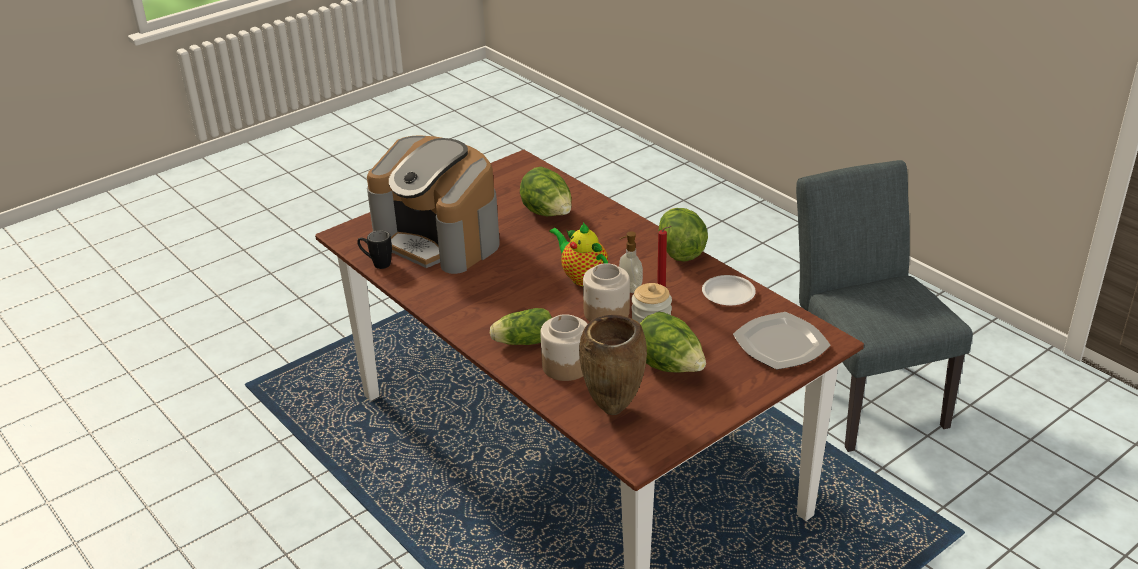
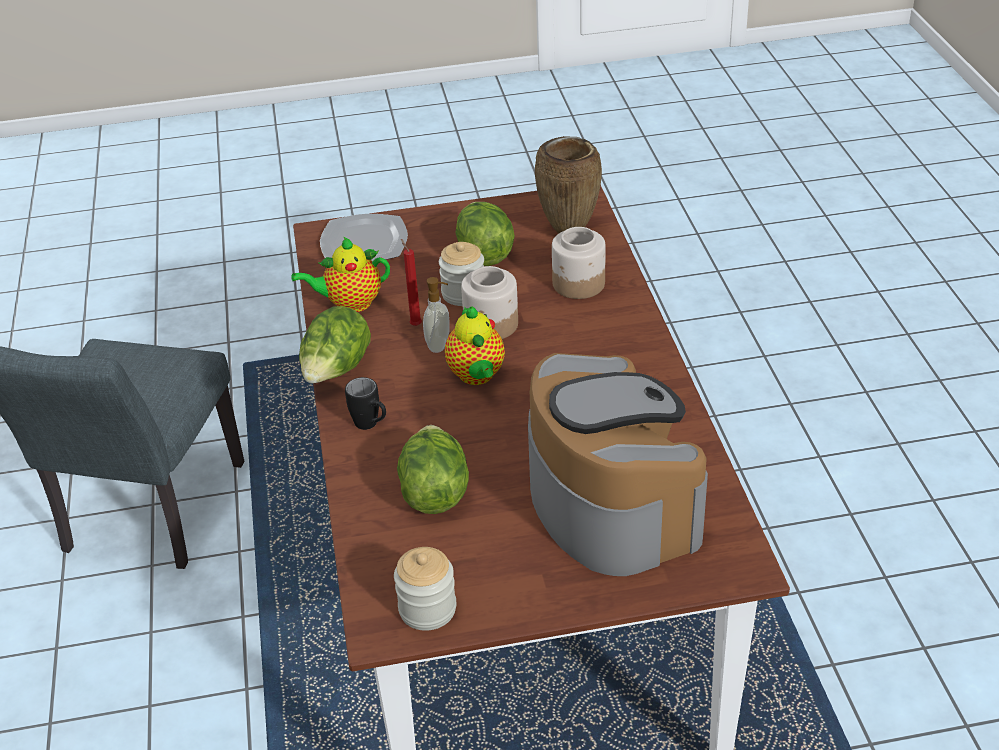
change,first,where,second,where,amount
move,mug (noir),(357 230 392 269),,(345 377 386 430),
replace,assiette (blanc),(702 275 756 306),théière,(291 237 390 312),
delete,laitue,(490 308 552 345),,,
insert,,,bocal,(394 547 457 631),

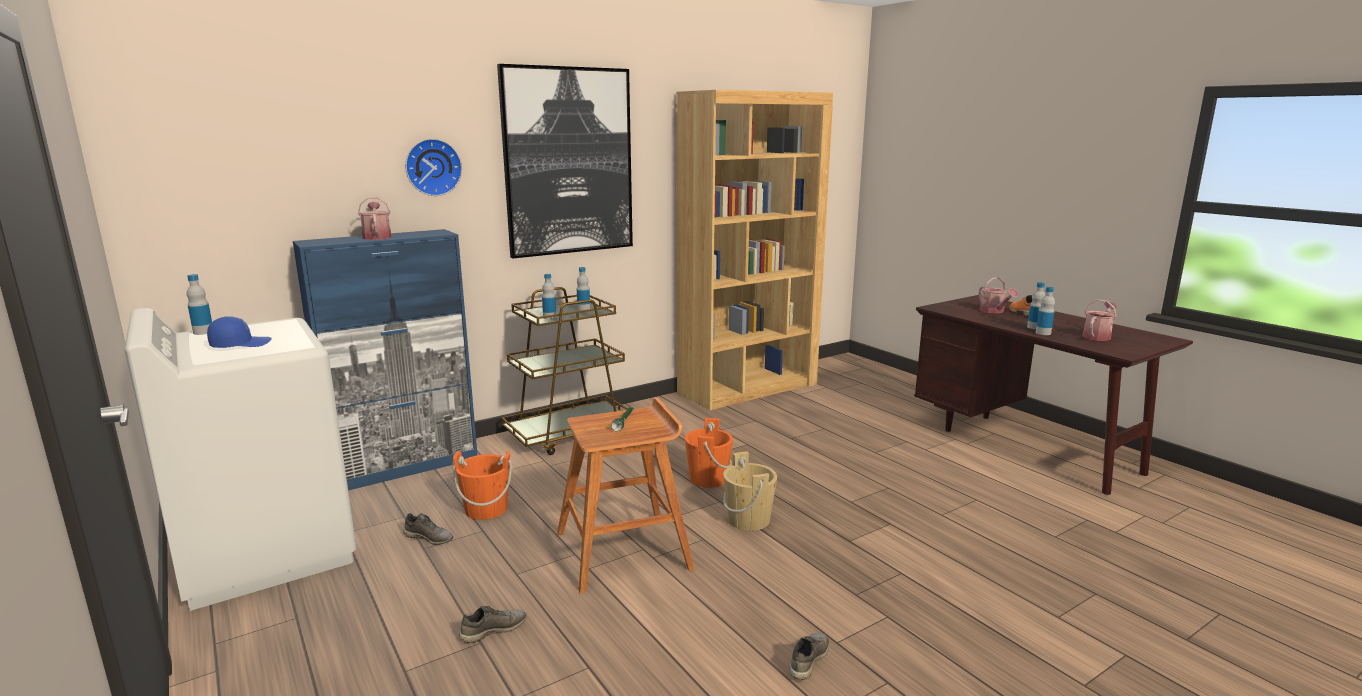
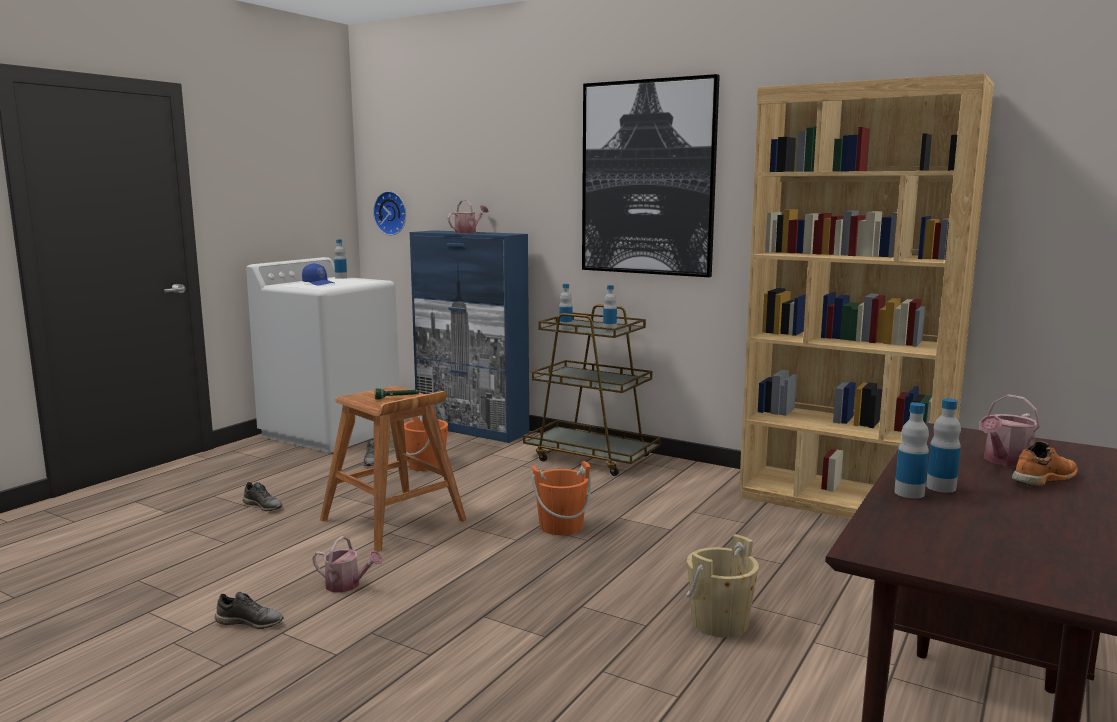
change,first,where,second,where,amount
move,horloge murale,(405 138 462 196),,(373 191 406 235),
move,arrosoir,(1082 299 1117 341),,(312 536 383 593),
move,seau (beige),(723 452 777 531),,(686 534 759 638),

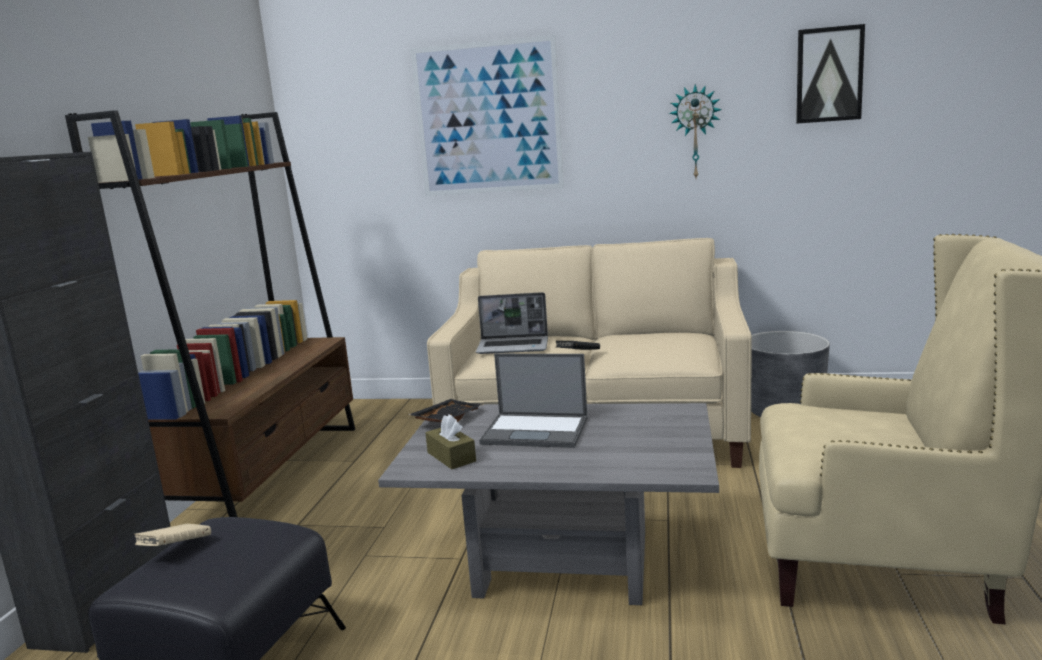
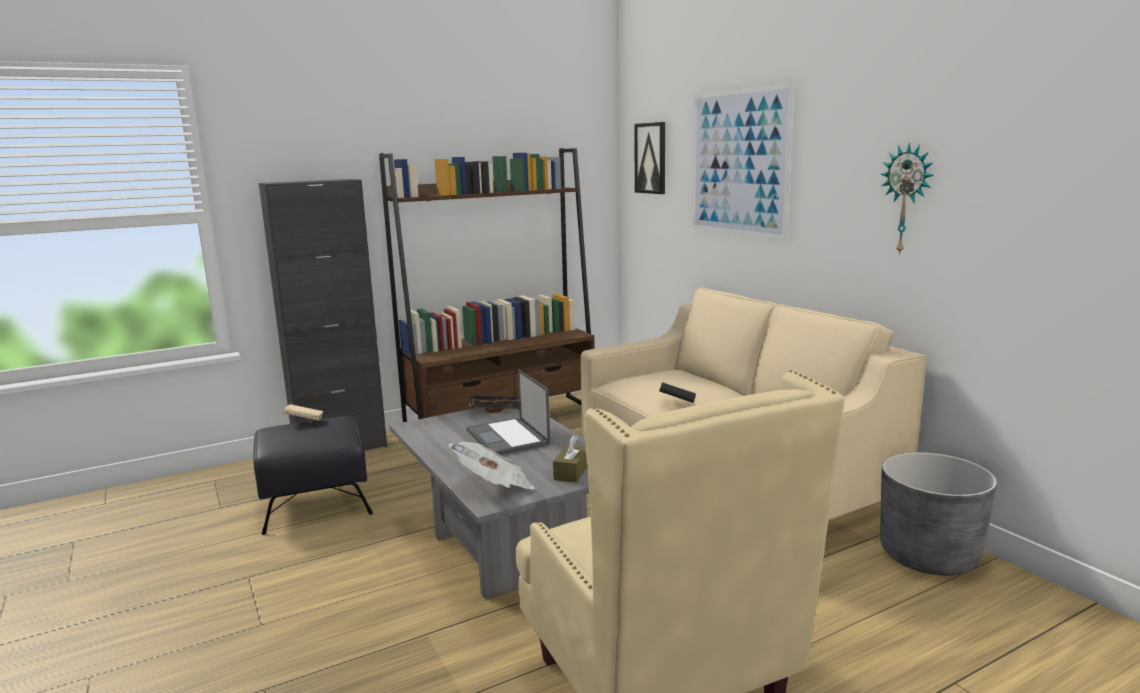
change,first,where,second,where,amount
move,tableau,(796 24 865 123),,(634 122 665 194),
delete,ordinateur portable,(476 292 548 354),,,
move,boîte à mouchoirs (marron),(425 414 476 469),,(553 435 587 483),
insert,,,journal,(448 442 535 489),

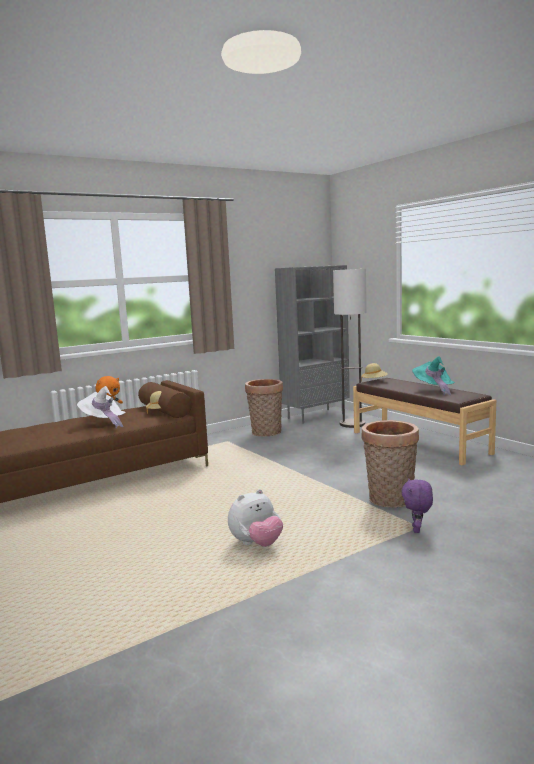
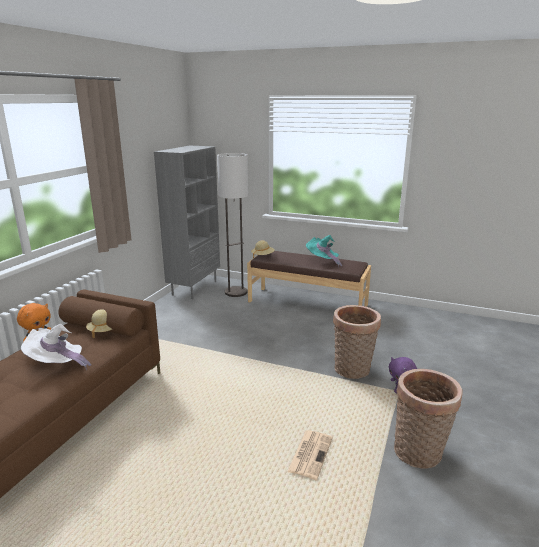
change,first,where,second,where,amount
move,panier,(245 379 283 436),,(394 369 463 469),
replace,peluche,(228 489 283 547),journal,(288 430 333 480),

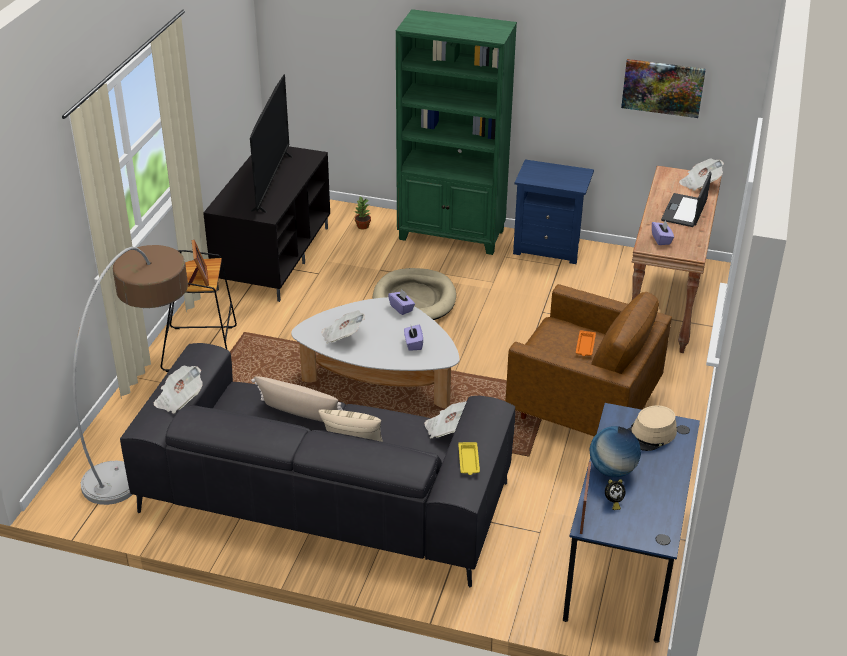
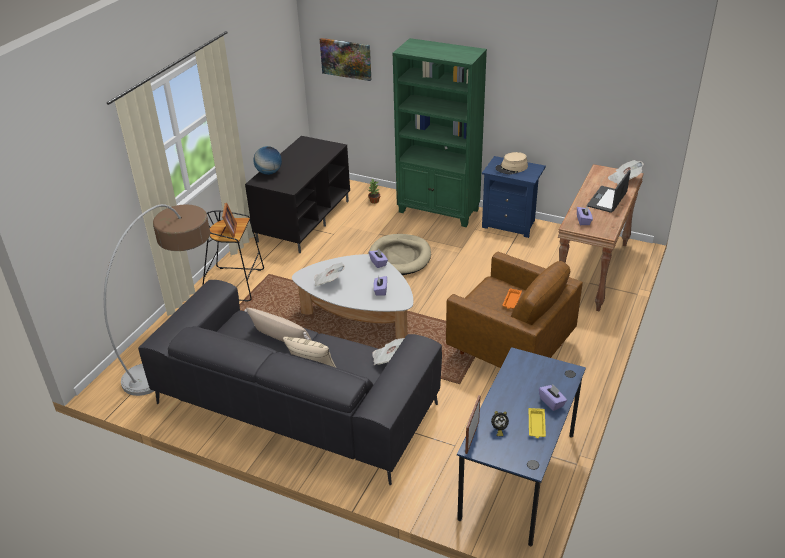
change,first,where,second,where,amount
move,tableau,(621 59 706 118),,(320 38 371 81),
delete,téléviseur,(250 74 292 213),,,
delete,journal,(154 365 203 413),,,
move,chapeau (beige),(628 405 677 451),,(495 152 528 174),
move,globe,(590 426 641 477),,(254 146 282 175),
move,plateau (jaune),(458 442 480 475),,(529 408 546 438),
insert,,,boîte à mouchoirs (violet),(539 385 567 411),

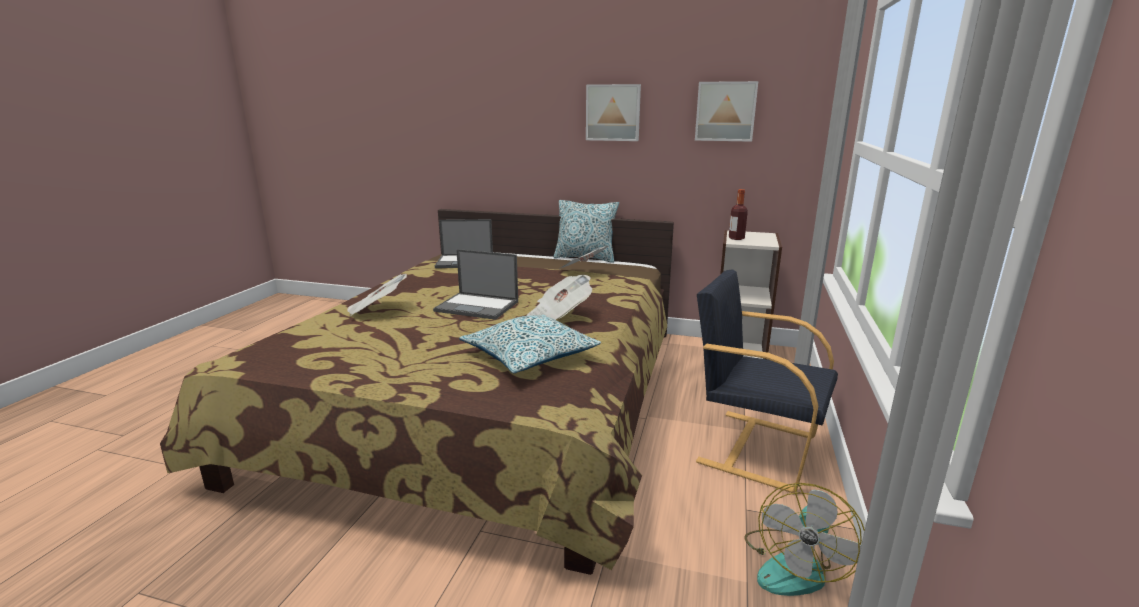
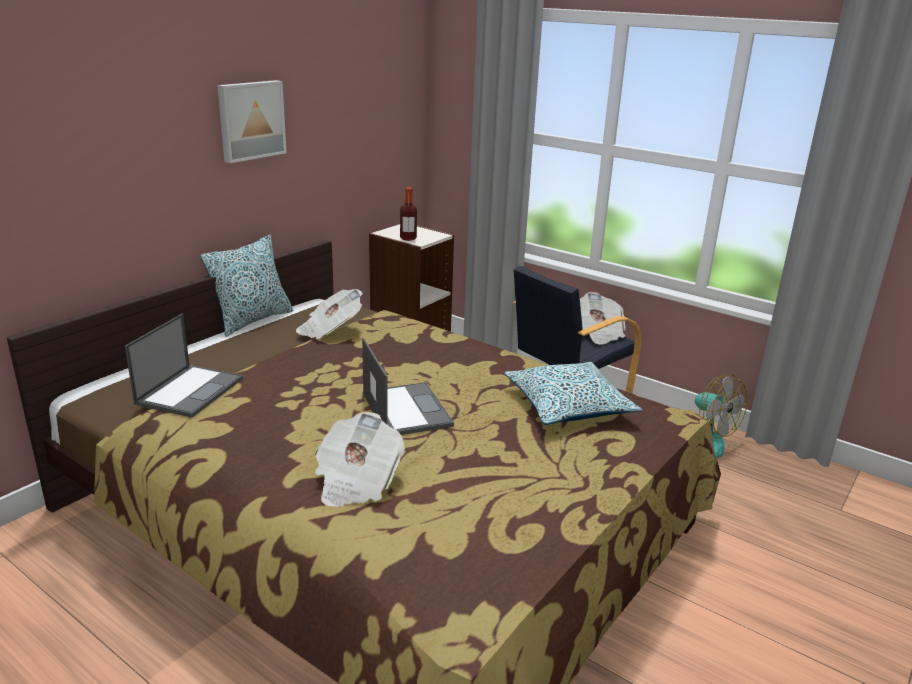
change,first,where,second,where,amount
delete,tableau,(695 81 758 142),,,
rotate,ordinateur portable,(433 249 518 320),,(362 338 454 435),60 degrees counterclockwise
move,journal,(526 275 592 320),,(580 292 625 345),

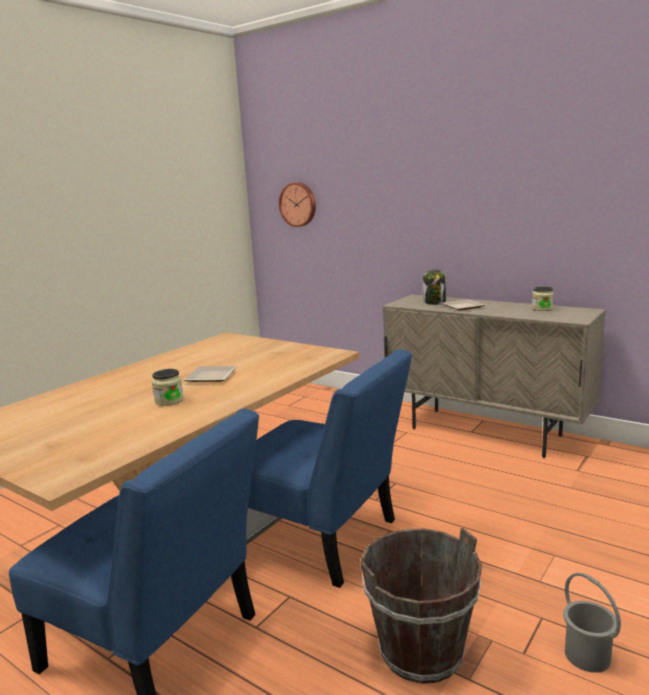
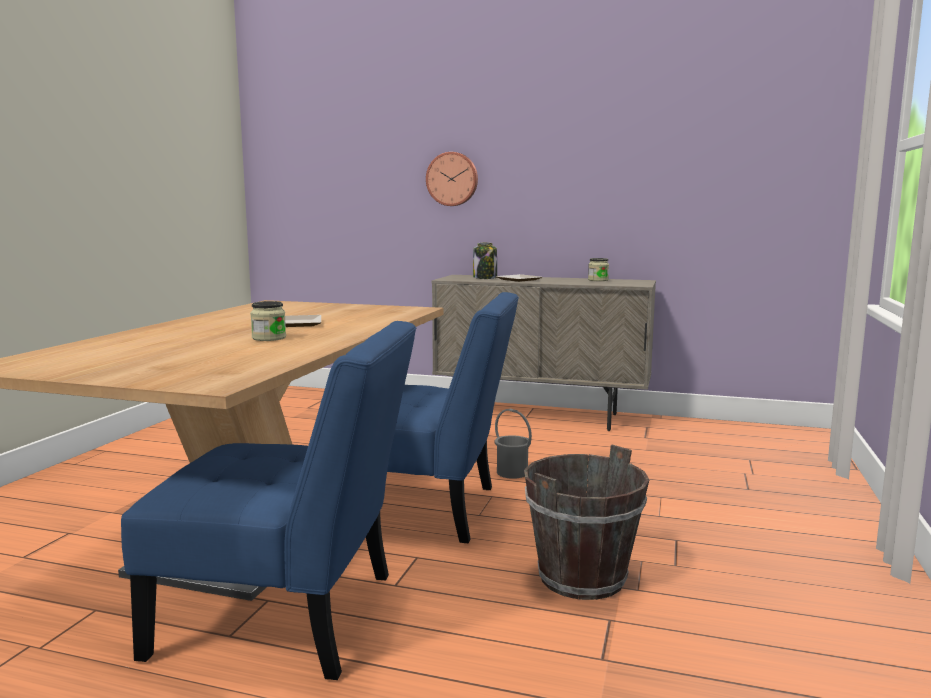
change,first,where,second,where,amount
move,horloge murale,(279 182 316 227),,(426 152 478 206),
move,seau (gris),(563 573 621 673),,(495 409 532 479),

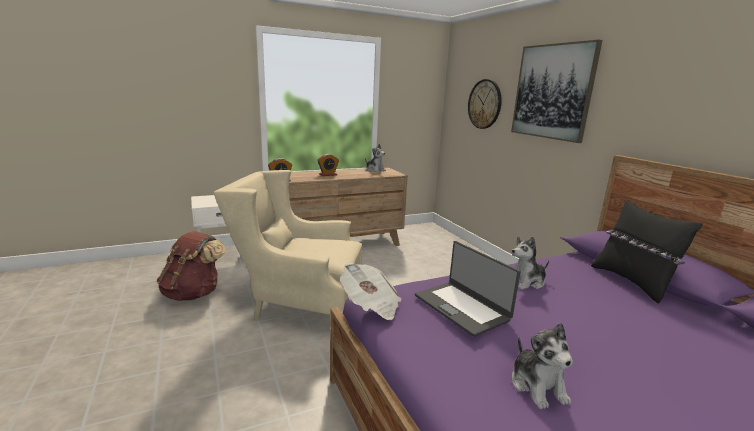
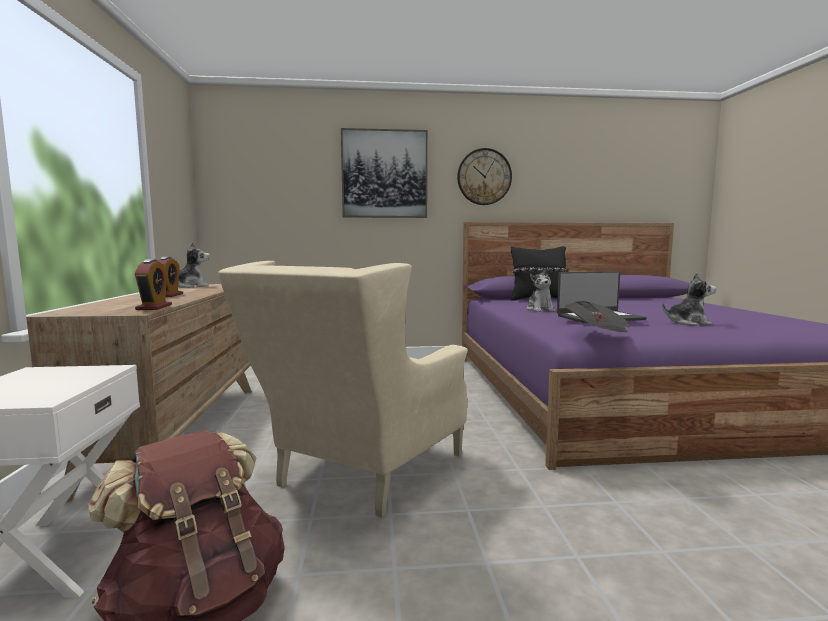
change,first,where,second,where,amount
move,horloge murale,(468 79 502 129),,(457 148 512 205),

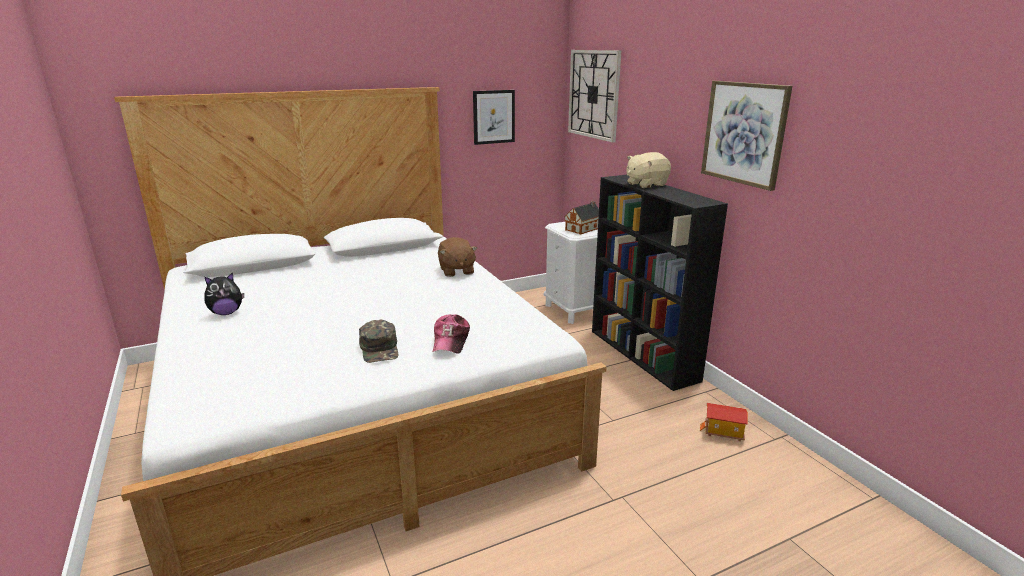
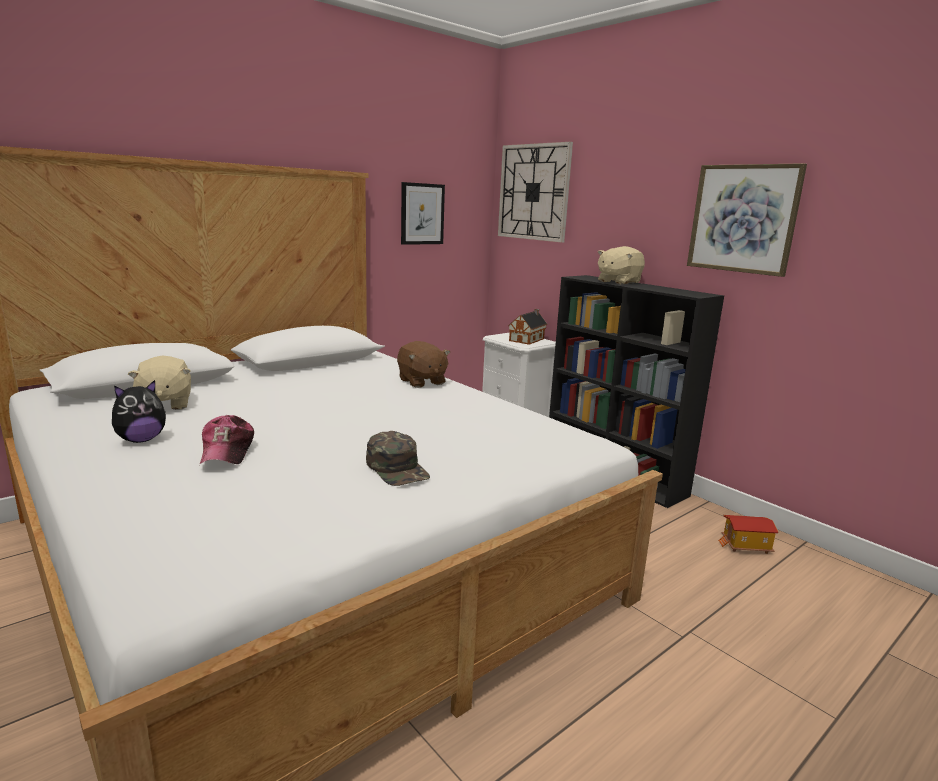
change,first,where,second,where,amount
move,casquette,(433 314 470 353),,(200 415 254 464),
insert,,,peluche (beige),(127 356 191 410),

